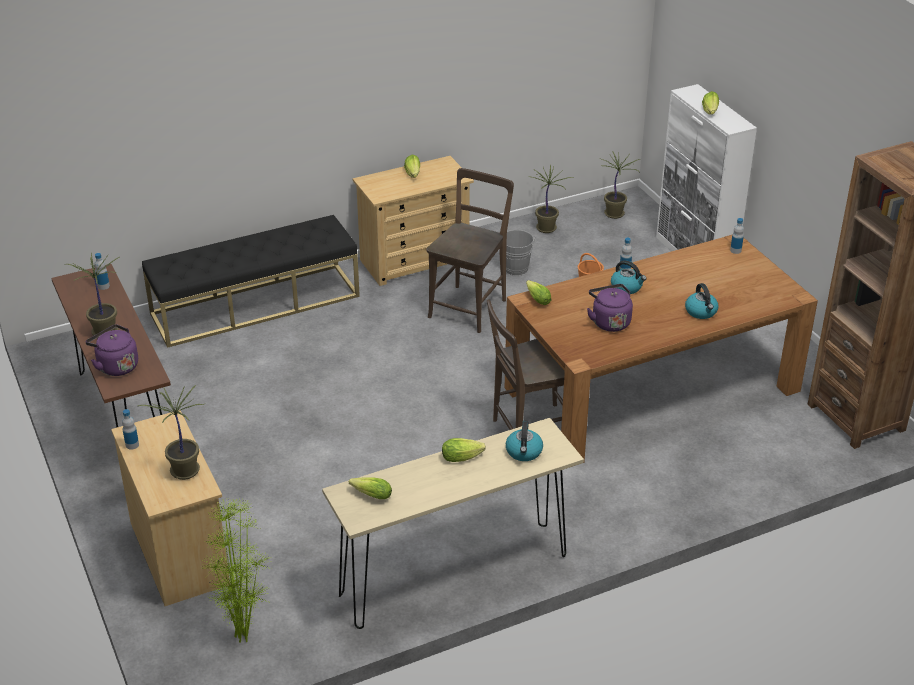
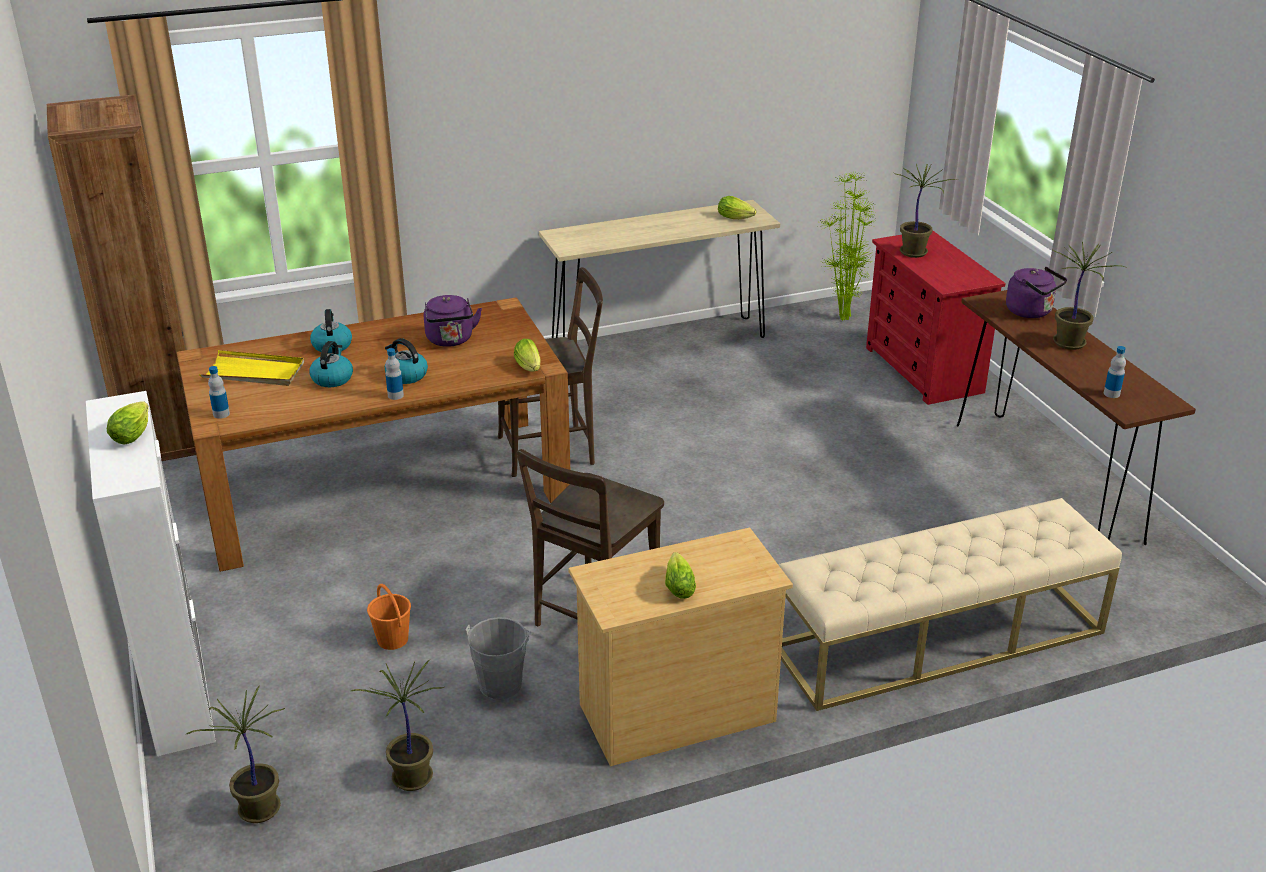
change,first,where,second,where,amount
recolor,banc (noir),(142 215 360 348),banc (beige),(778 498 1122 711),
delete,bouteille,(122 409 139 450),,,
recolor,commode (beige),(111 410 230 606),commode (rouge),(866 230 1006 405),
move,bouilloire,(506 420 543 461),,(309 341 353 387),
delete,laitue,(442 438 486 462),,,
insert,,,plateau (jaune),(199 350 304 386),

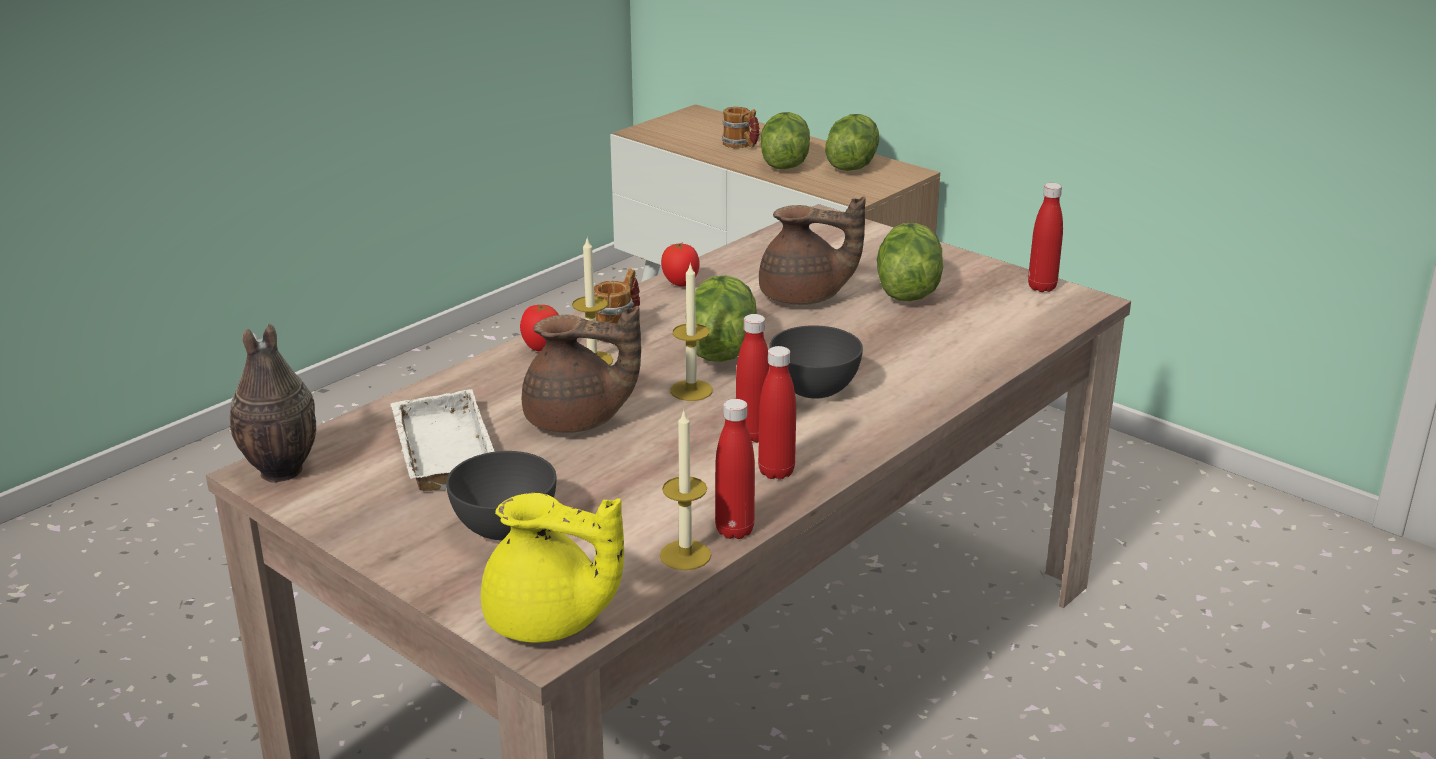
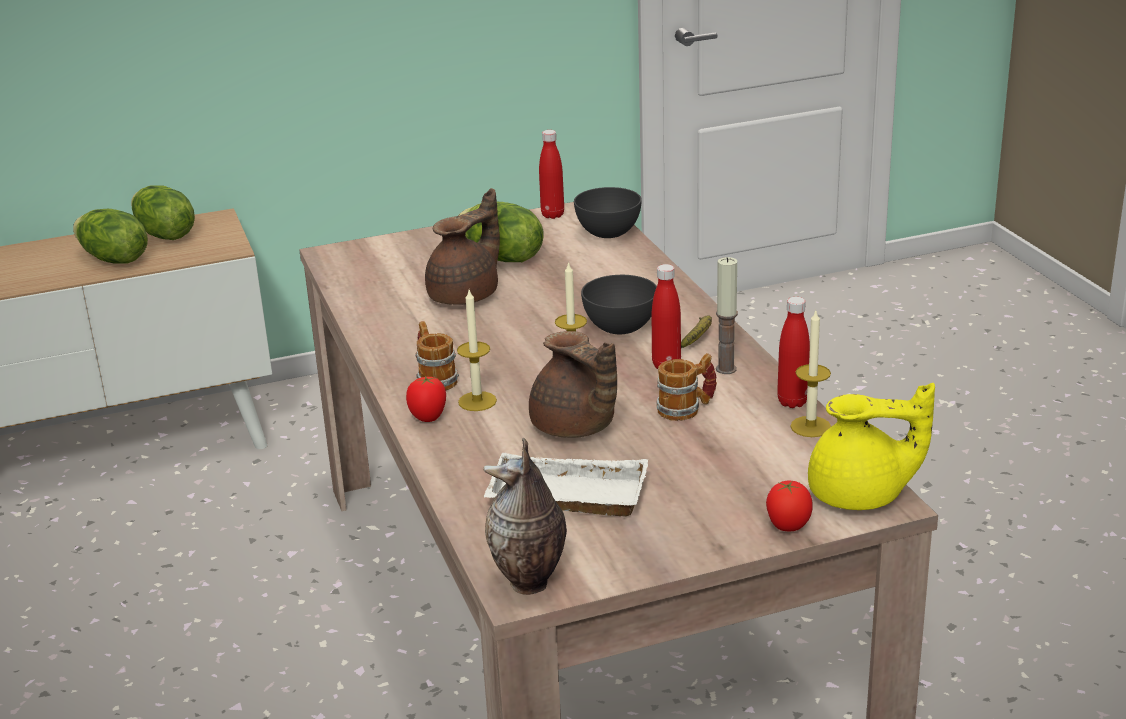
change,first,where,second,where,amount
move,mug,(722 107 760 148),,(657 353 717 421),
move,tomate,(661 243 700 286),,(766 481 813 531),
delete,laitue,(695 275 757 362),,,
rotate,théière (marron),(522 306 641 433),,(529 331 617 438),105 degrees clockwise
replace,bouteille (rouge),(758 346 796 480),bougie,(716 257 738 374),
move,bol (gris),(446 451 556 540),,(574 187 642 238),
rotate,théière (jaune),(481 493 624 643),,(808 383 935 510),45 degrees clockwise
insert,,,banane,(681 315 712 348),

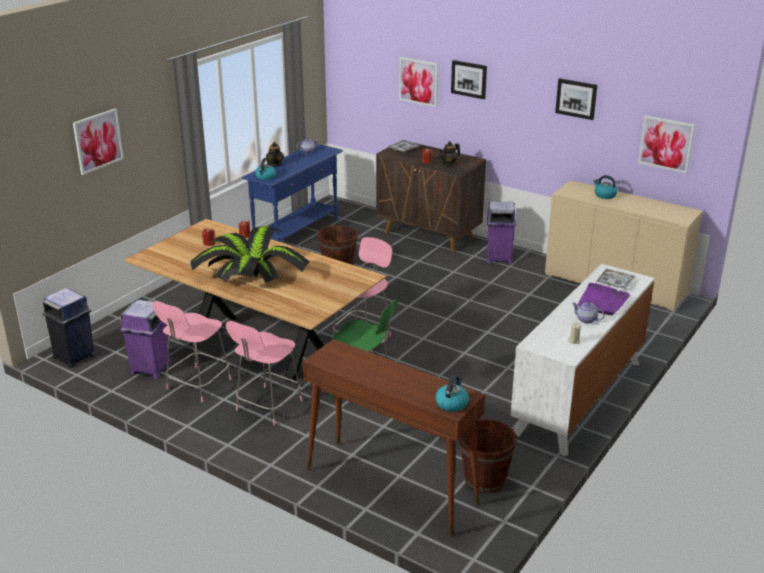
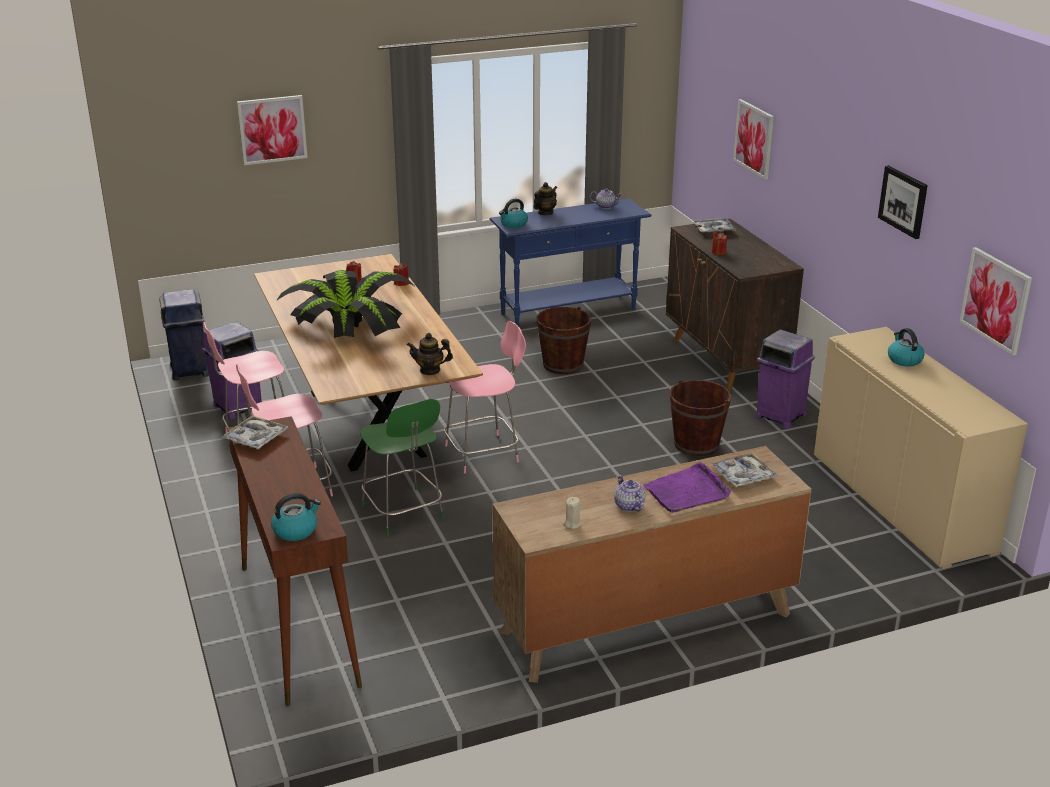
change,first,where,second,where,amount
delete,tableau,(451 60 487 99),,,
move,théière,(439 141 460 167),,(407 333 453 375),
recolor,commode (blanc),(511 264 655 456),commode (marron),(492 446 812 683),
move,seau (marron),(459 419 517 493),,(669 380 731 456),
insert,,,plateau,(221 415 288 449),

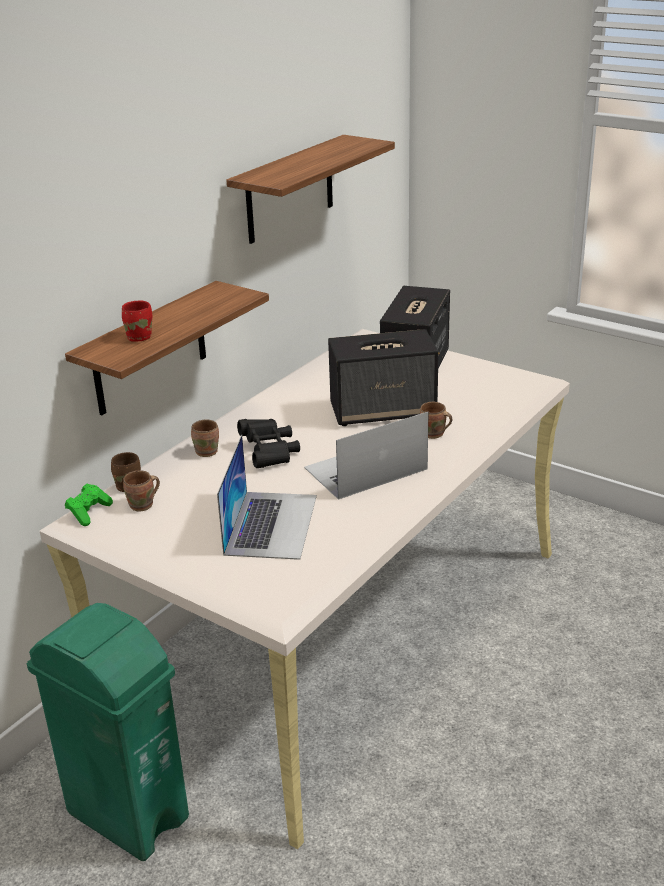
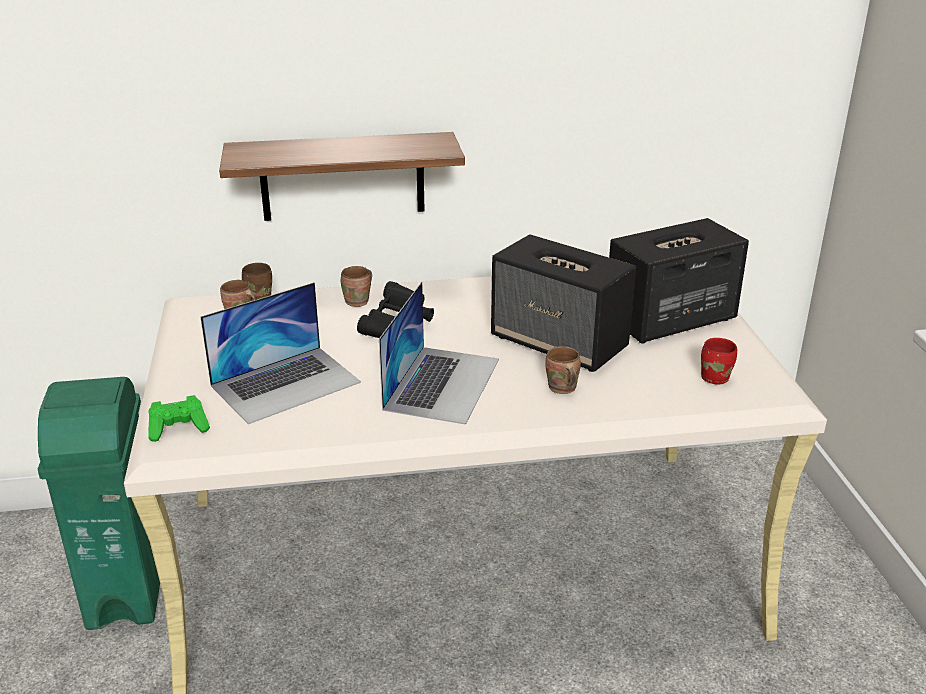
change,first,where,second,where,amount
delete,étagère,(227 135 395 244),,,
move,mug (rouge),(122 300 152 342),,(701 338 737 384),
rotate,ordinateur portable,(304 412 428 500),,(379 282 499 425),90 degrees clockwise
move,manette (vert),(65 484 113 526),,(148 395 210 442),

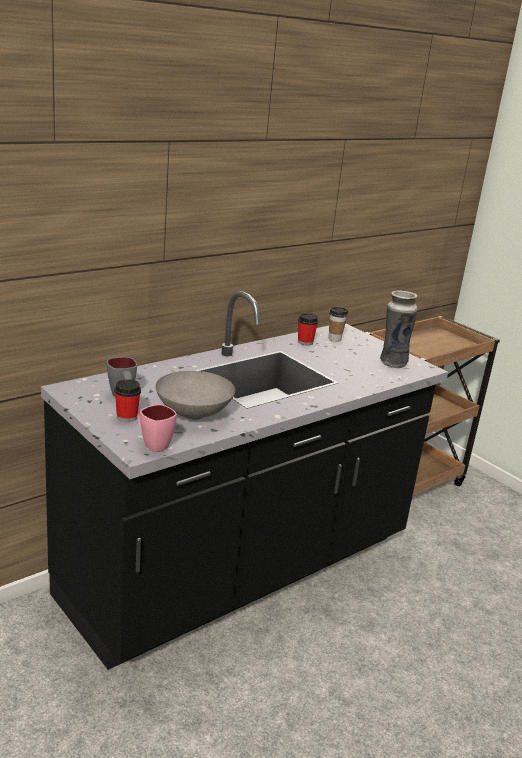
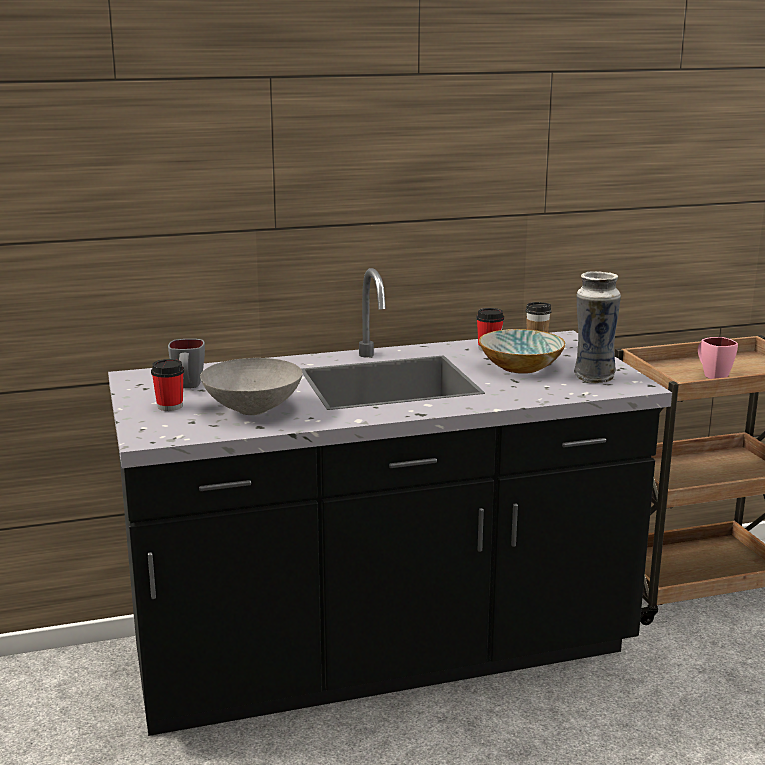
change,first,where,second,where,amount
move,mug (rose),(137 404 177 452),,(698 337 738 379),
insert,,,bol,(479 329 566 374),

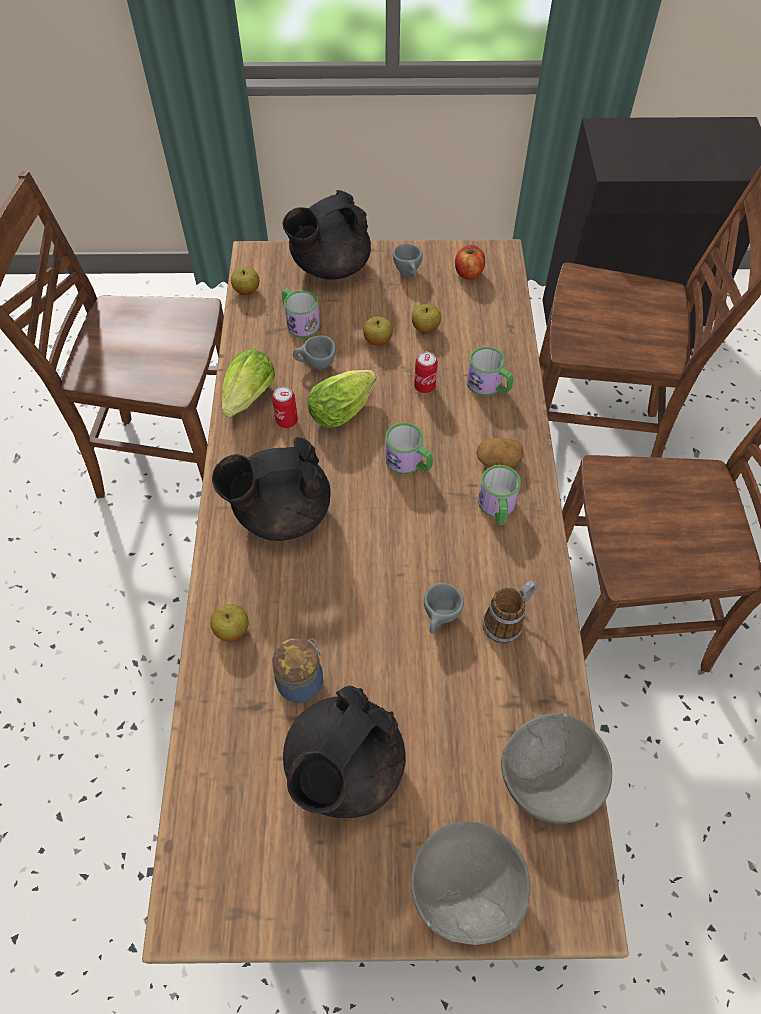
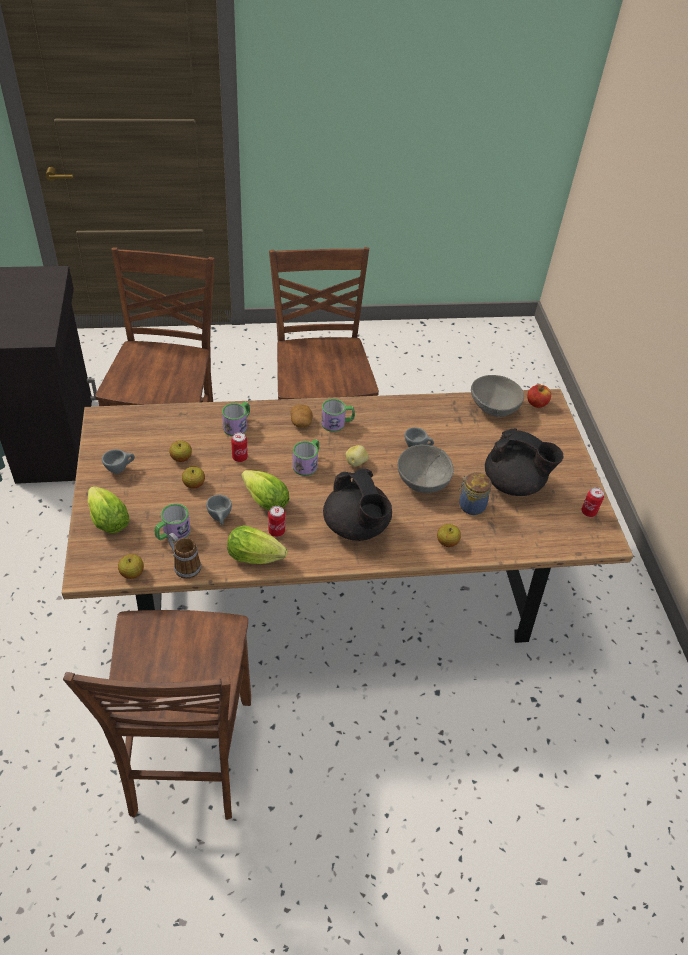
change,first,where,second,where,amount
replace,théière (noir),(283 190 371 280),laitue,(88 486 129 534),
move,pomme,(455 245 485 279),,(527 385 551 408),
move,mug,(482 580 537 644),,(168 533 201 579),
move,bol (gris),(411 821 531 945),,(398 444 454 493),
insert,,,pomme de terre,(345 445 369 467),
insert,,,boîte métallique,(581 487 604 517),

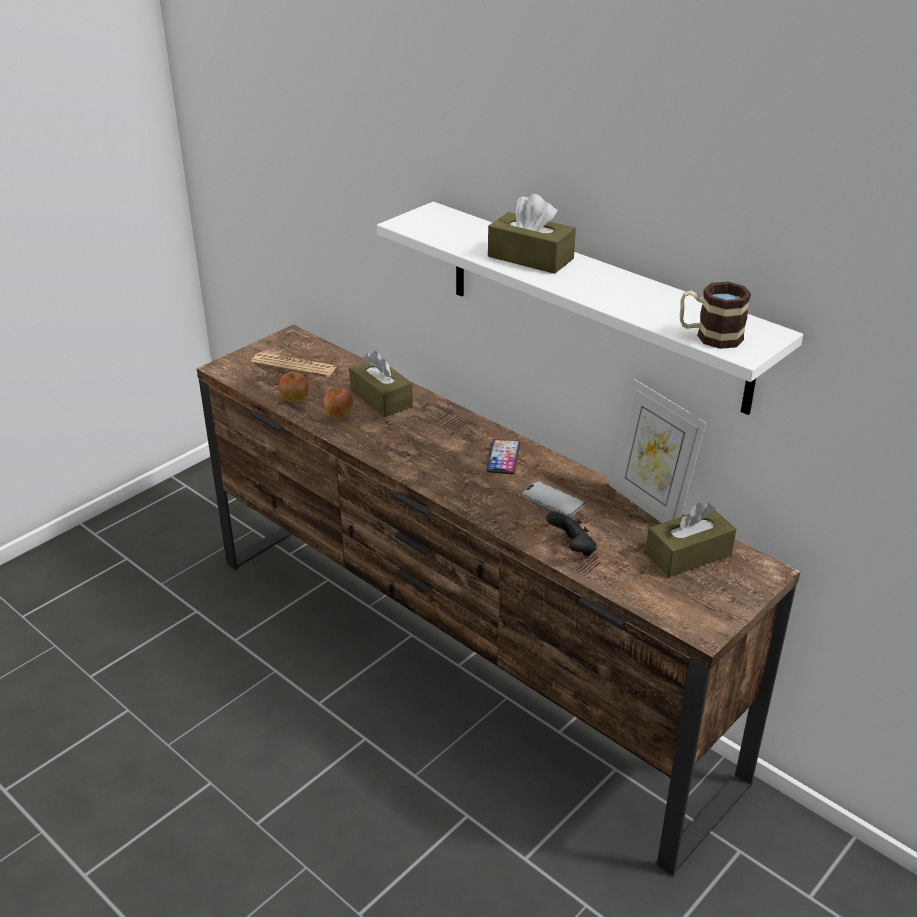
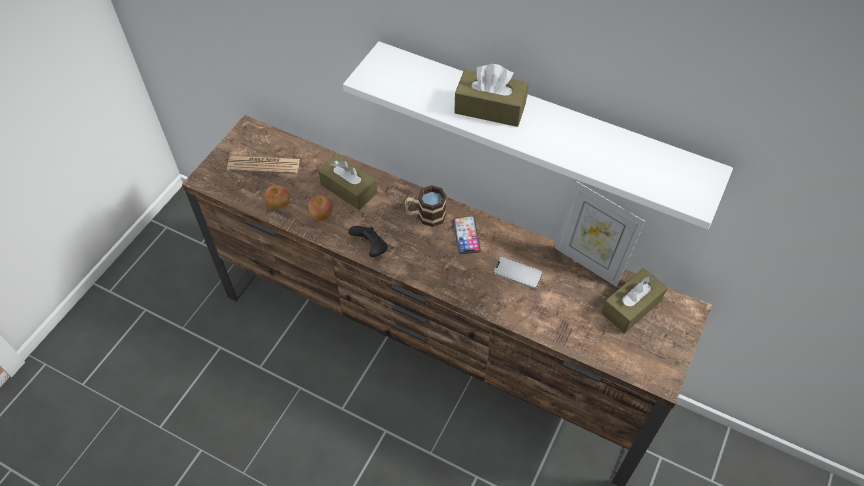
change,first,where,second,where,amount
move,mug,(680 282 751 349),,(405 185 446 227),
move,manette (noir),(546 512 597 557),,(348 226 388 257),

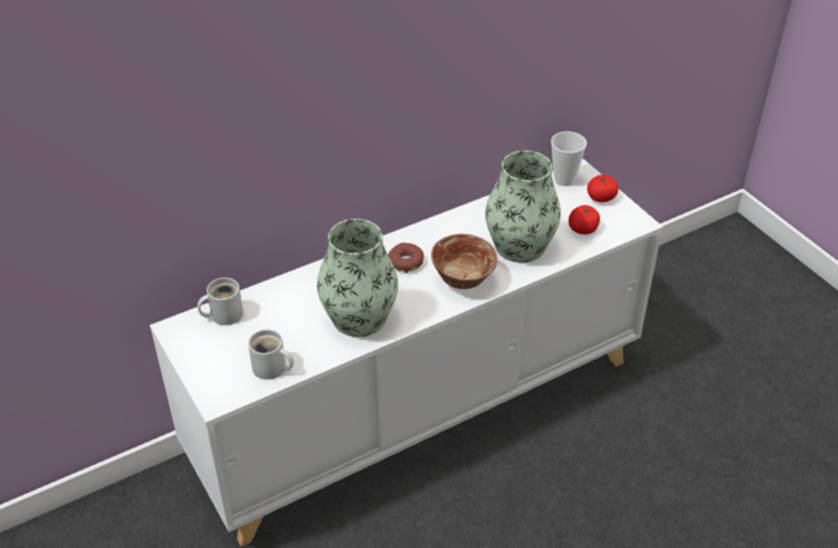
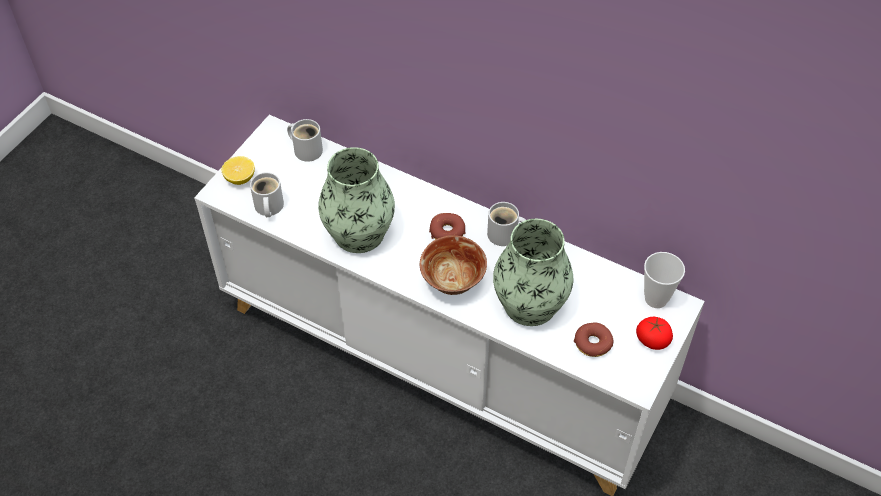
change,first,where,second,where,amount
replace,tomate,(568 205 600 235),beignet,(574 323 613 357),
insert,,,citron,(221 156 255 185),
insert,,,mug (blanc),(487 202 526 246),

